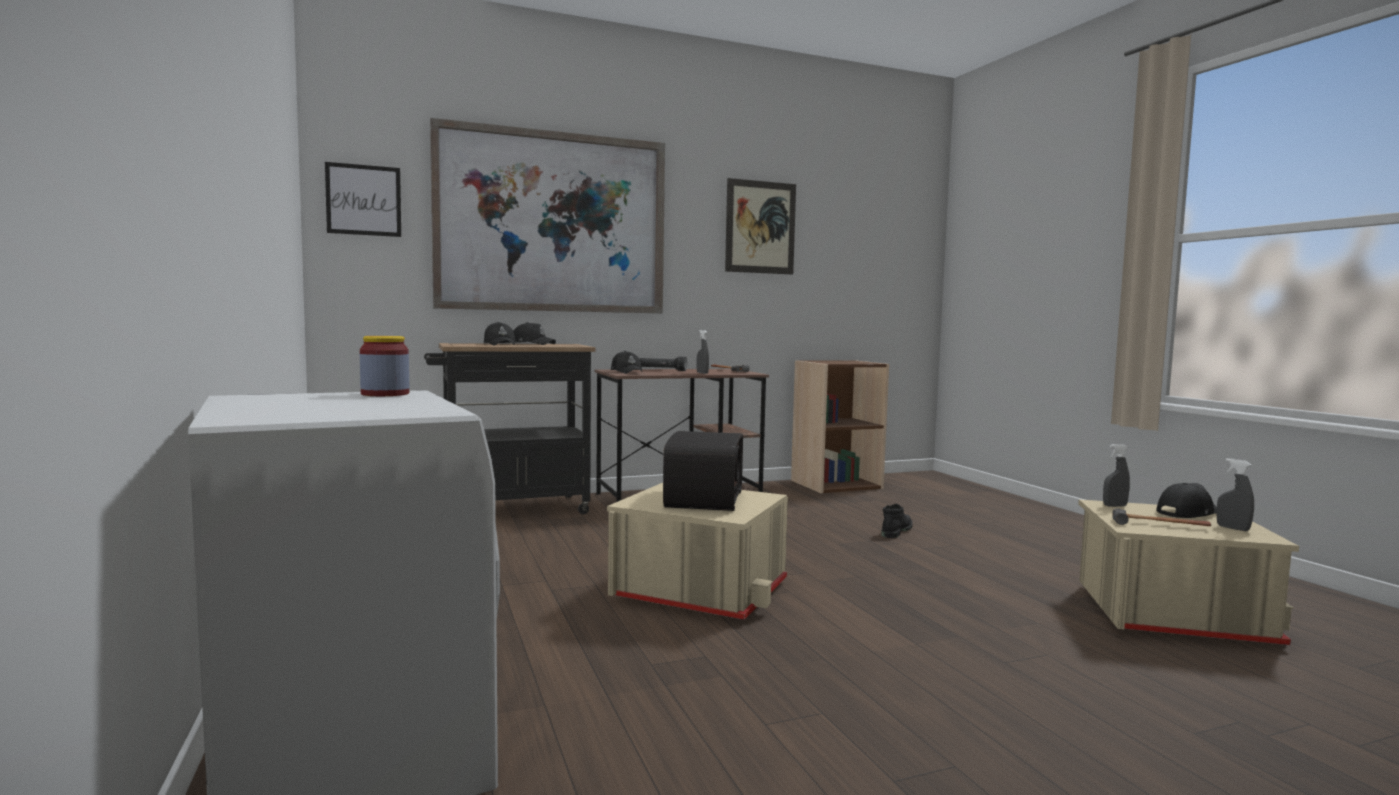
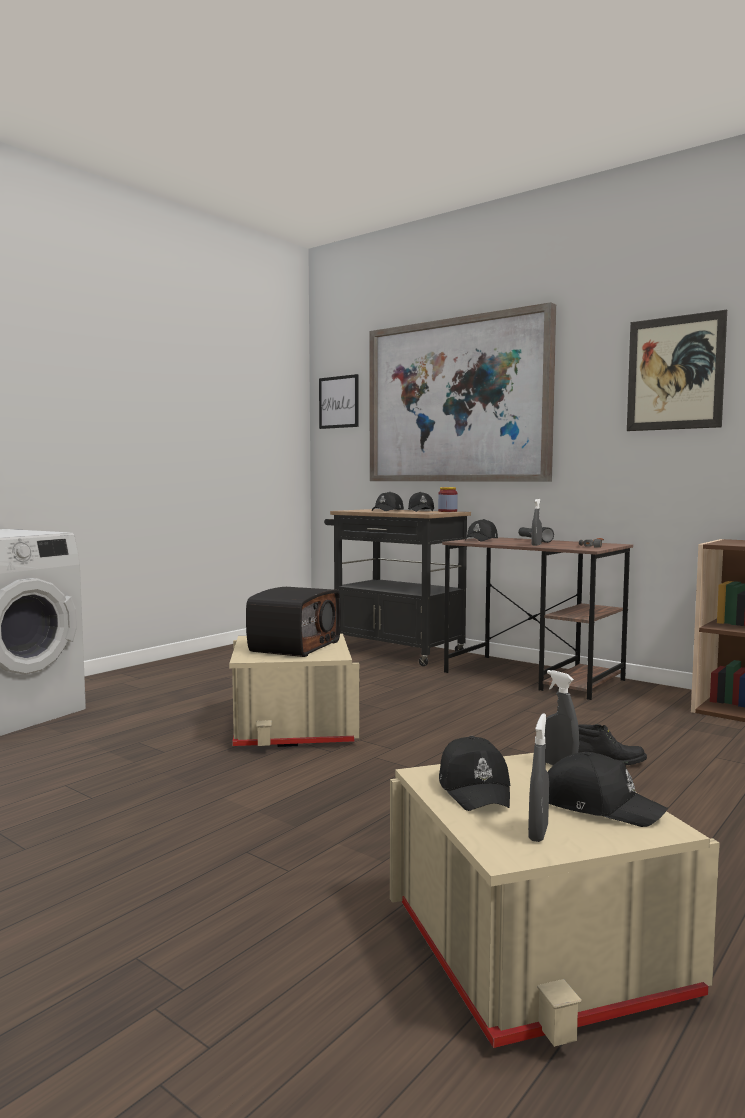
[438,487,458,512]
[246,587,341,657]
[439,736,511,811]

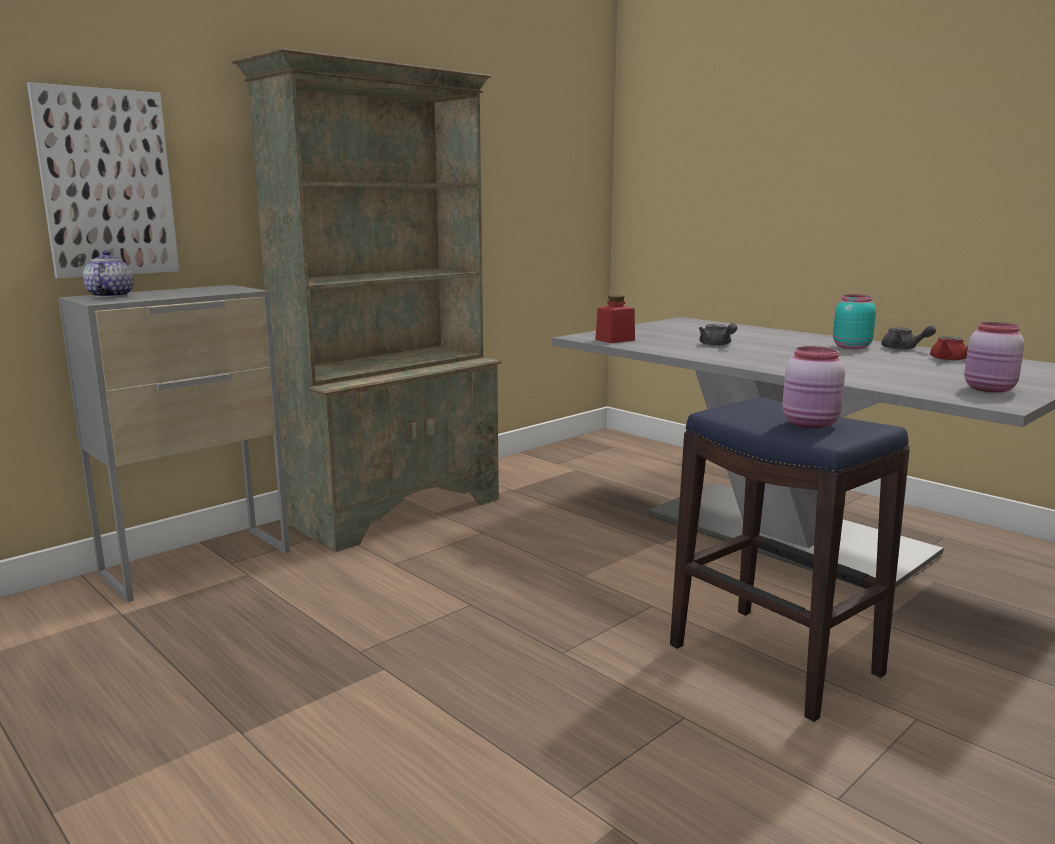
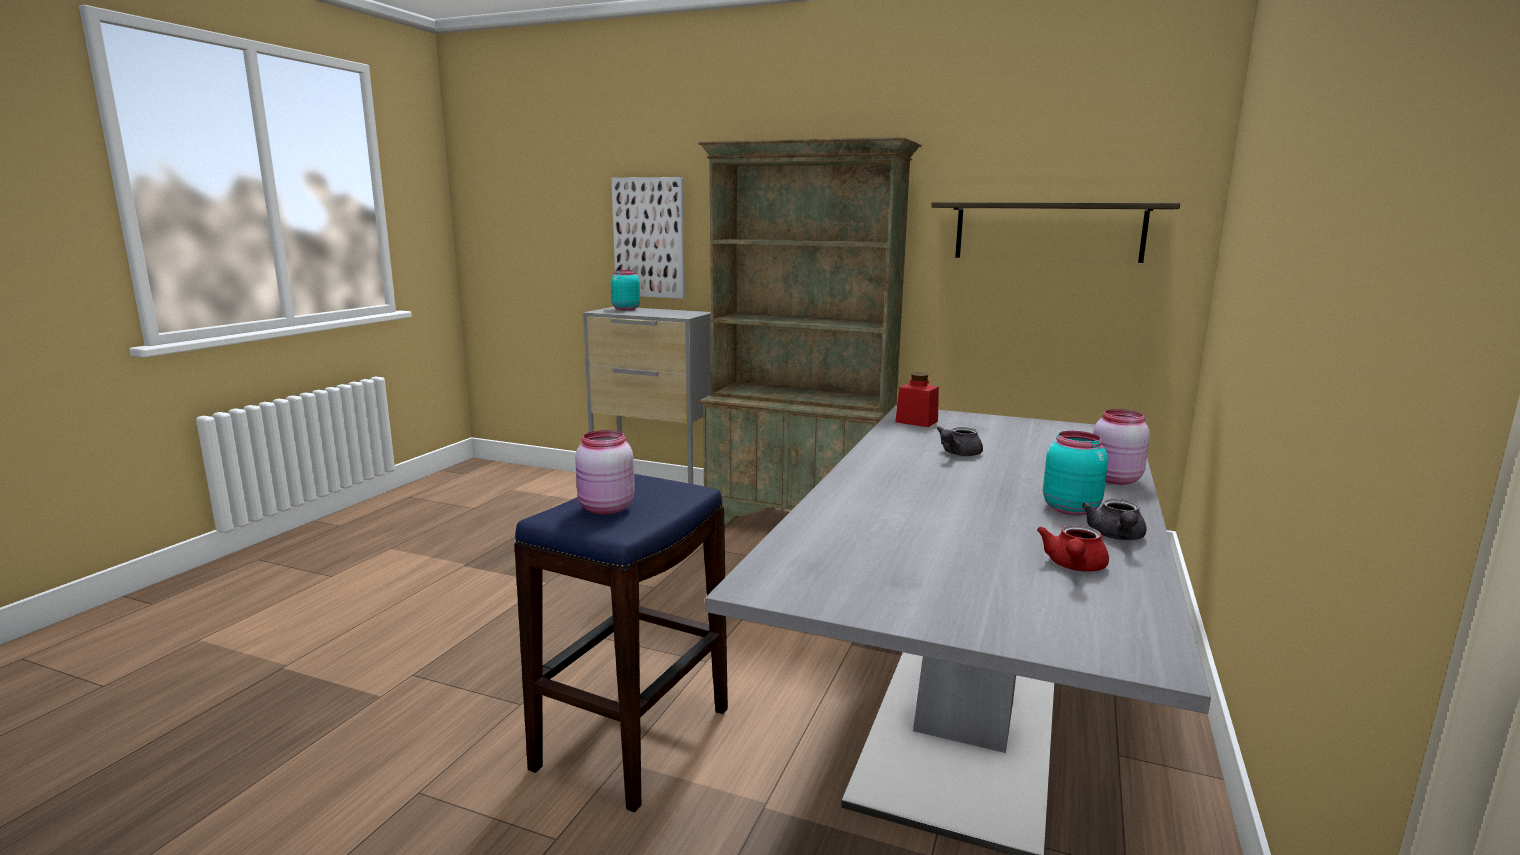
[611,270,640,310]
[1093,409,1150,485]
[931,202,1180,263]

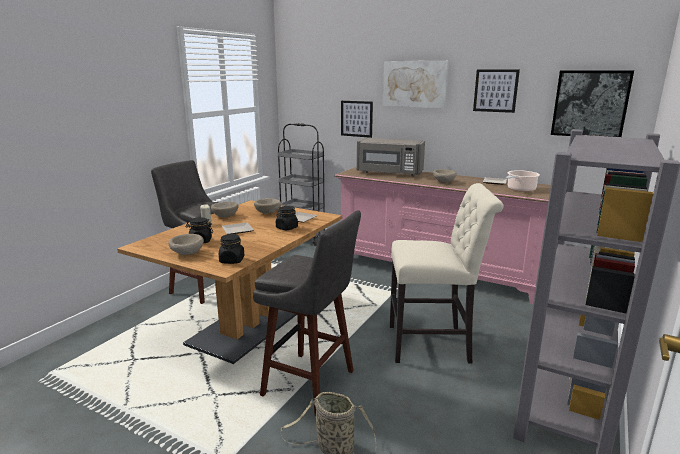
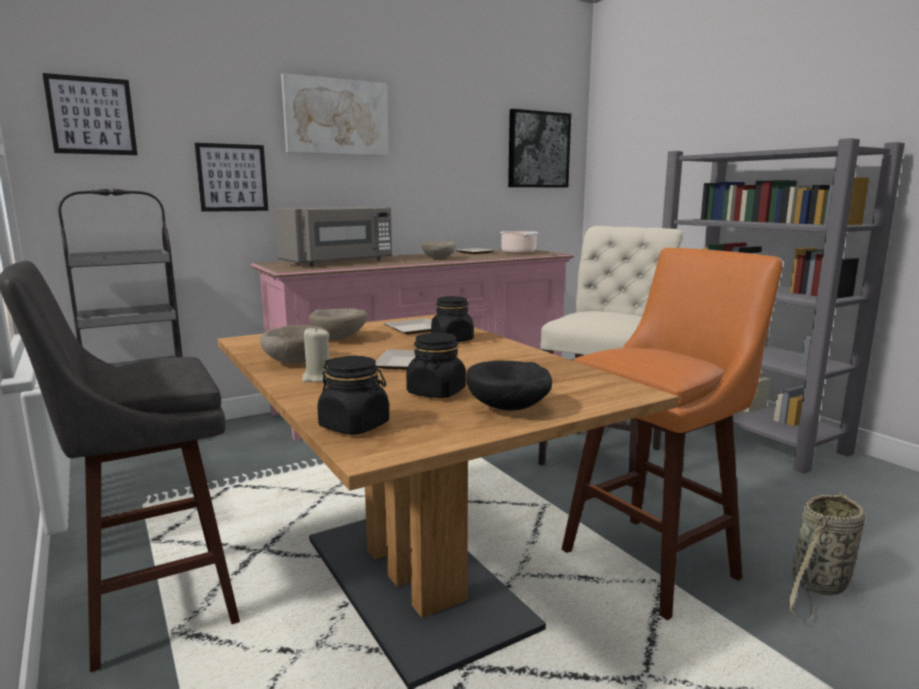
[42,73,137,155]
[562,248,783,620]
[466,361,552,410]
[317,356,389,435]

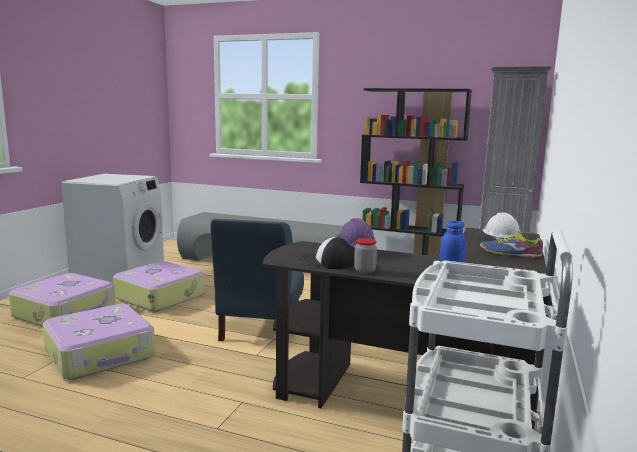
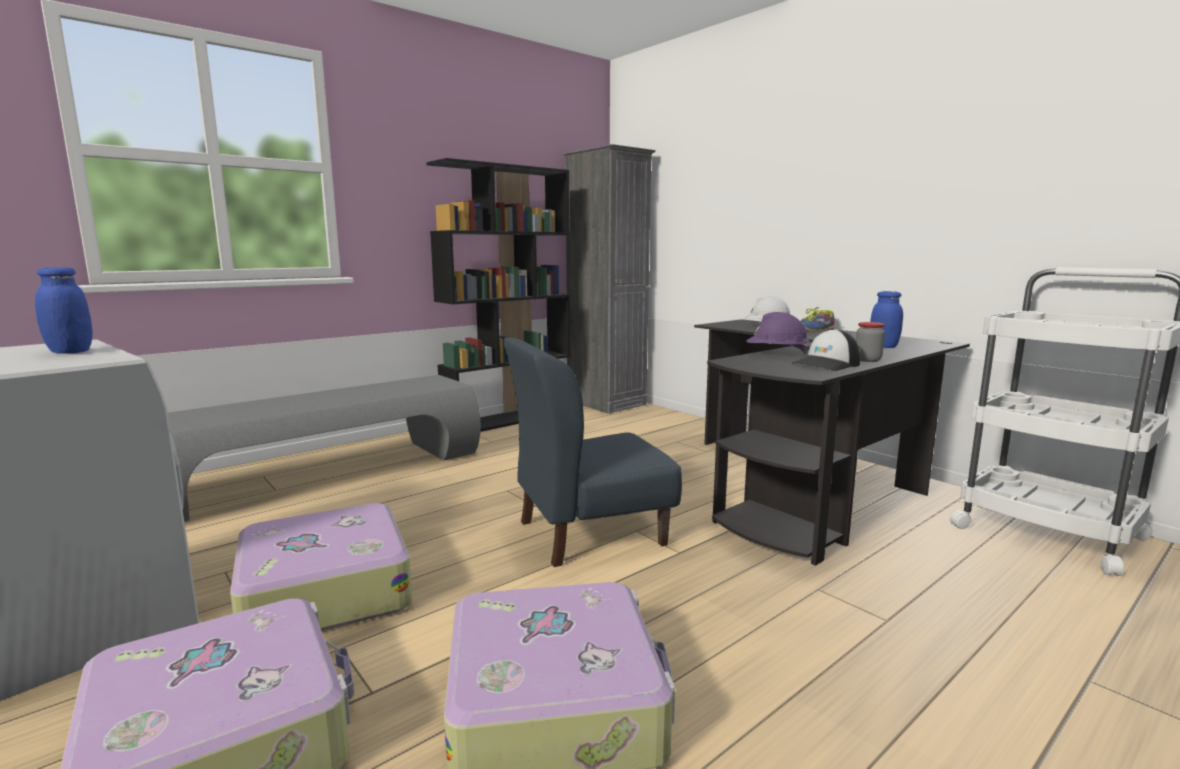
[503,337,682,567]
[35,267,93,354]

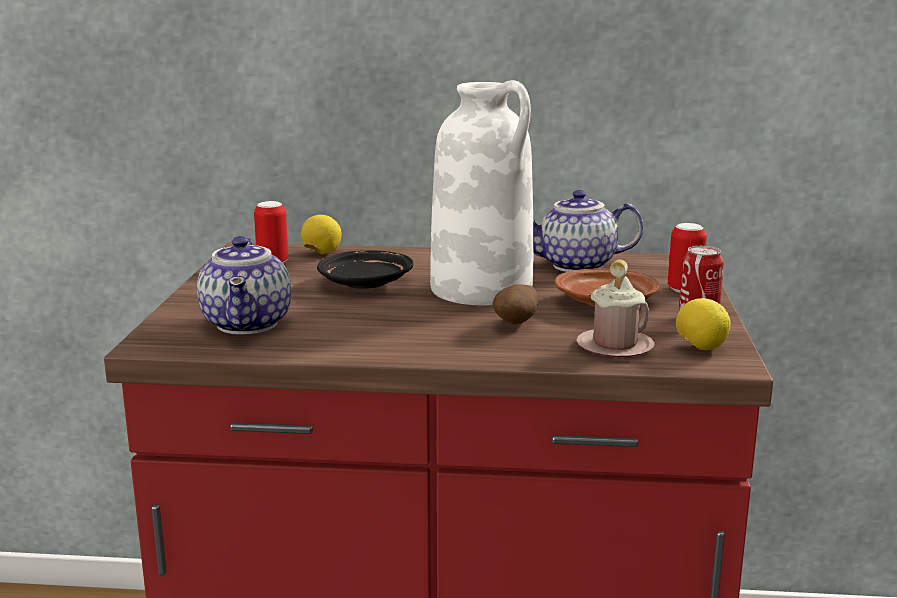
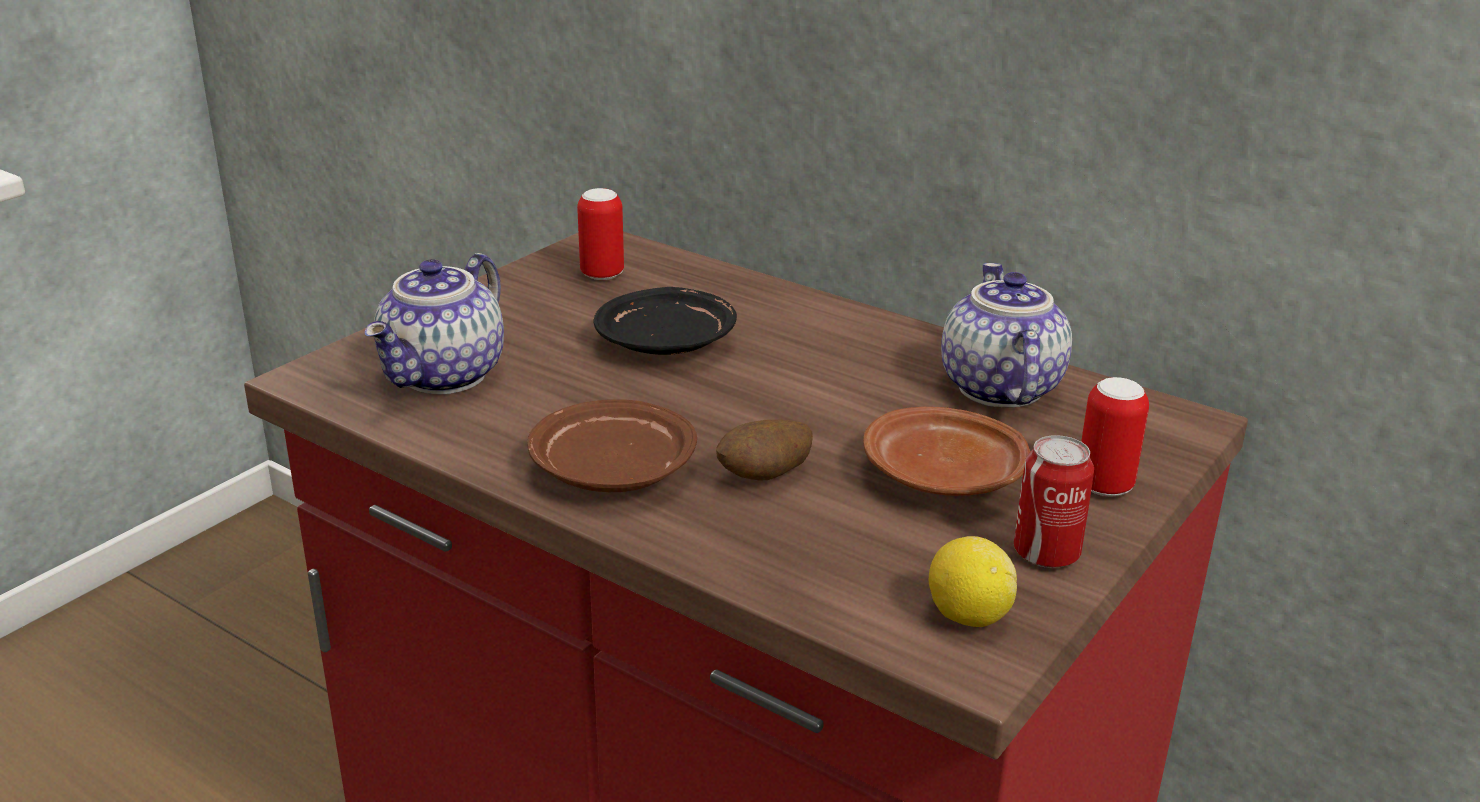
[430,80,533,305] (first image)
[941,263,1072,408]
[301,215,342,254] (first image)
[576,259,655,357] (first image)
[528,399,697,492]

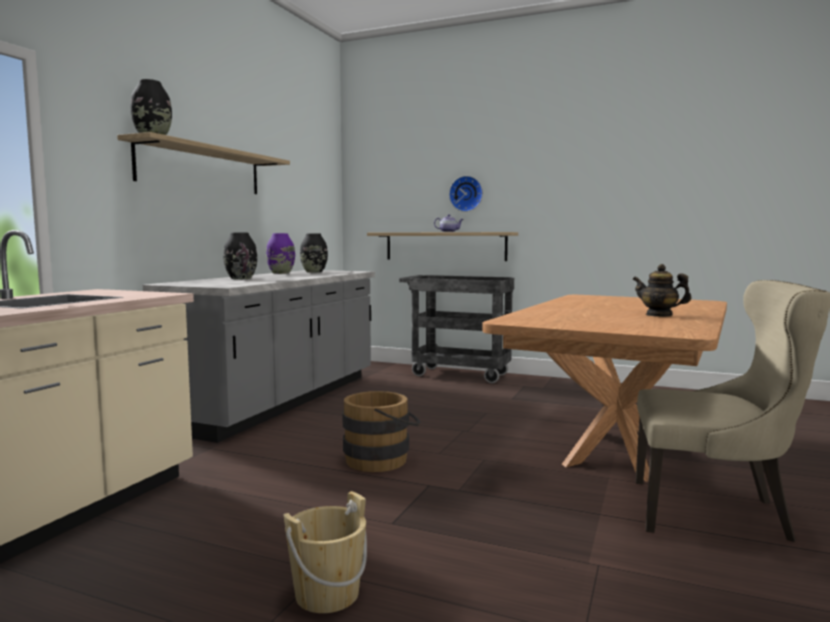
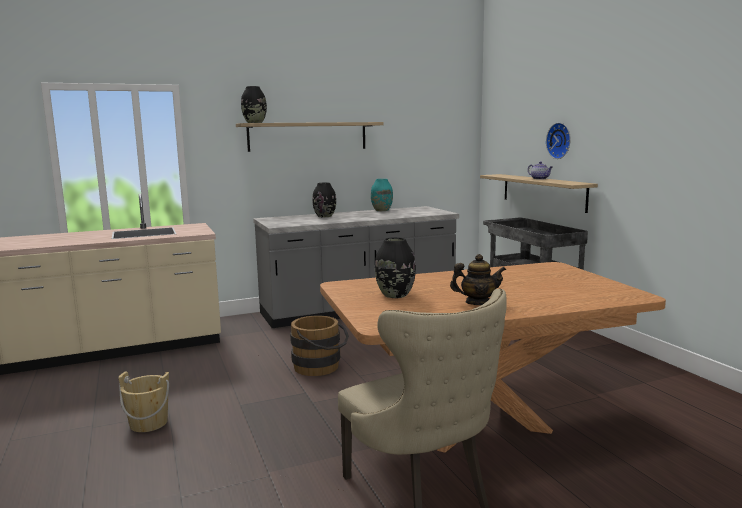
[371,179,393,211]
[375,237,416,298]
[450,254,506,305]

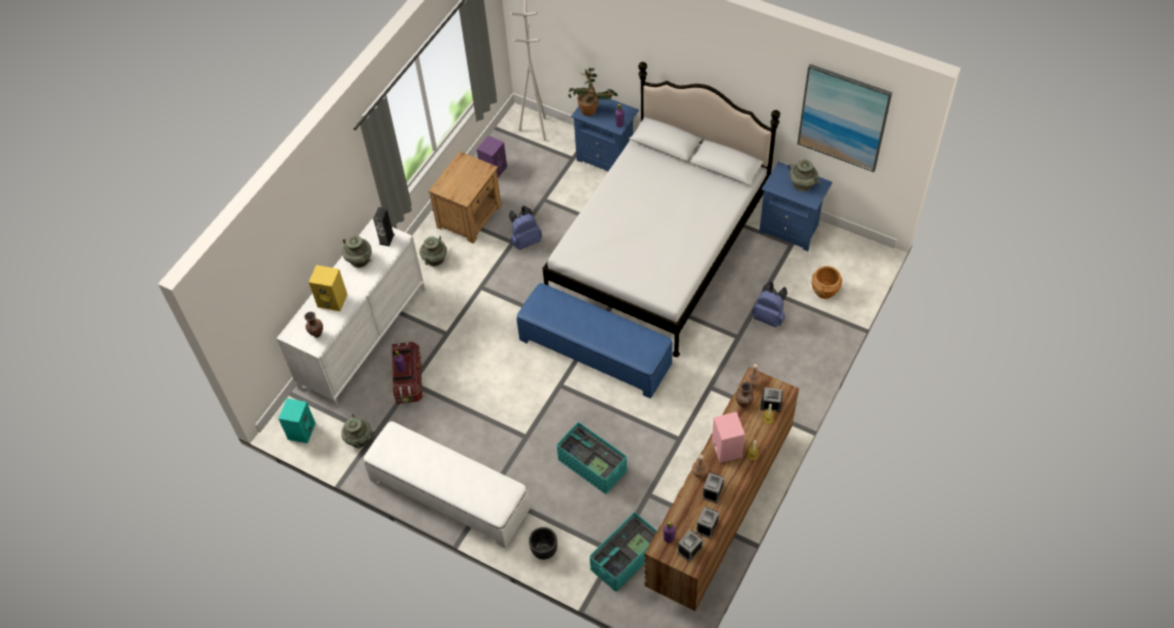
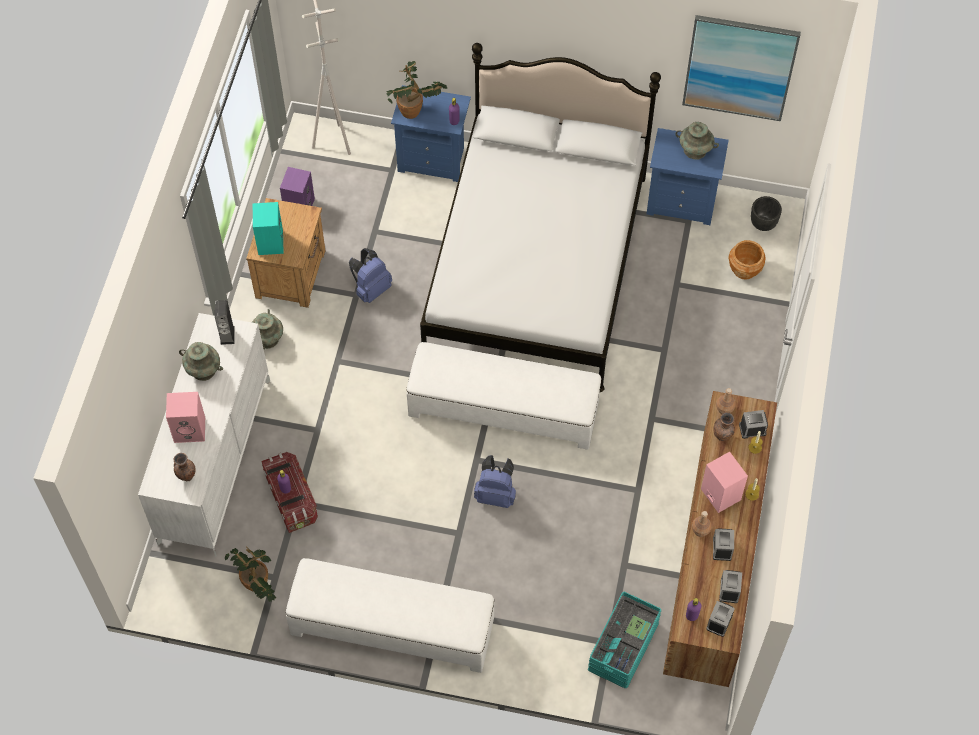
[166,392,205,443]
[474,455,516,508]
[407,342,601,450]
[253,202,284,255]
[225,546,276,602]
[557,422,627,494] (first image)
[751,196,782,231]

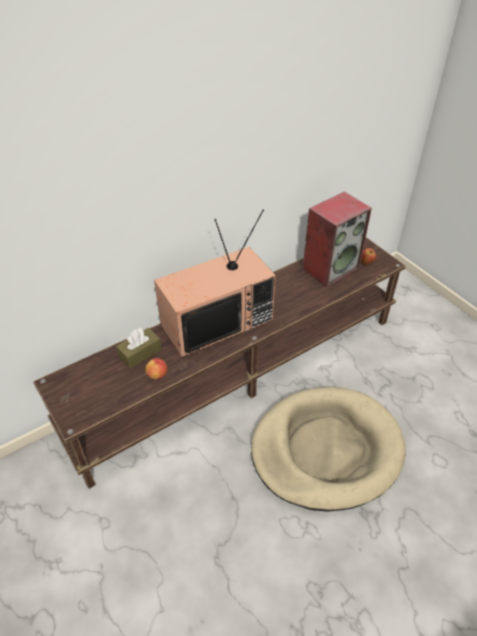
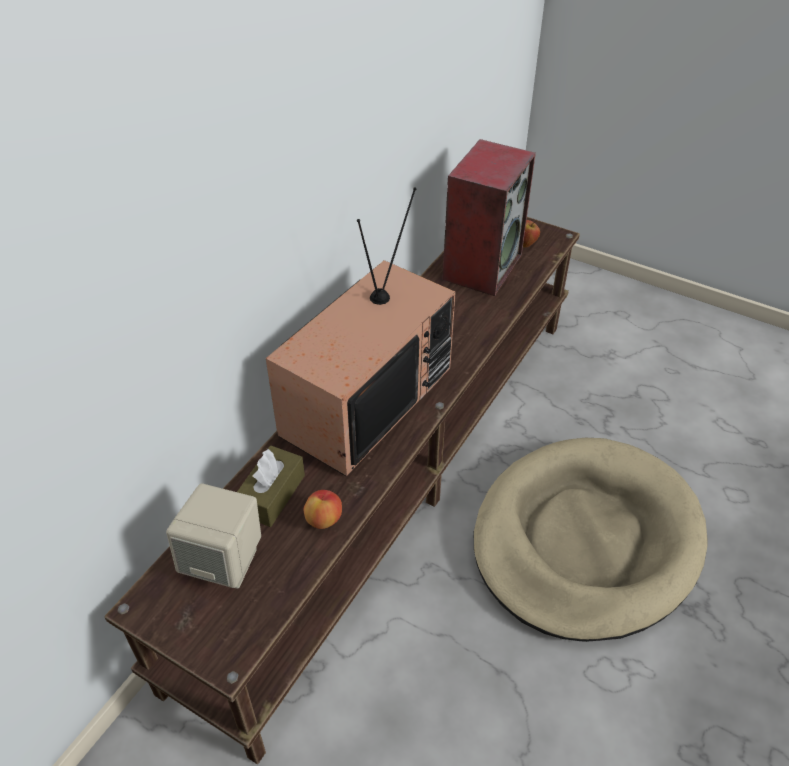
[166,483,261,589]

